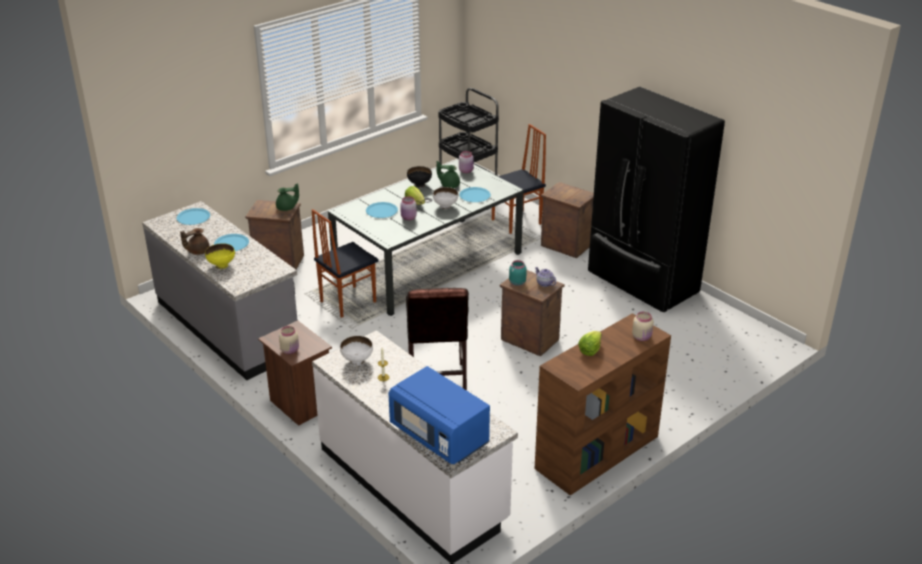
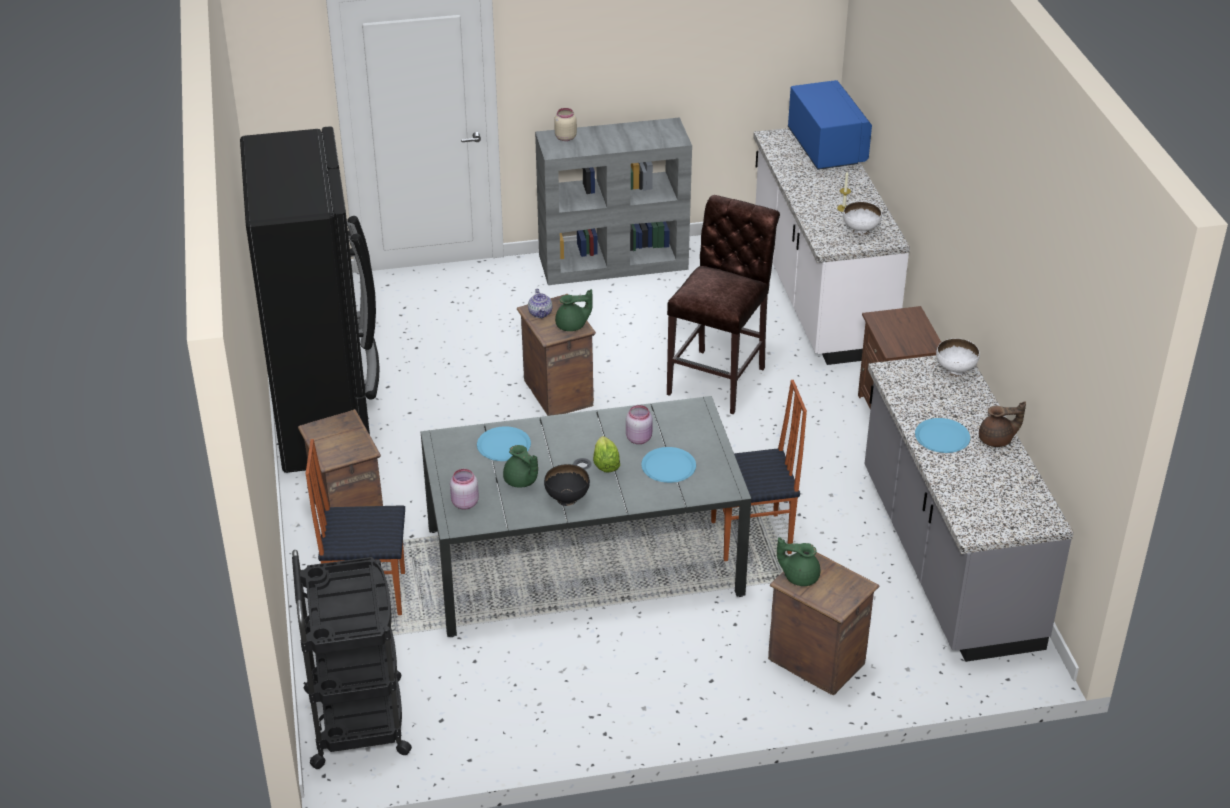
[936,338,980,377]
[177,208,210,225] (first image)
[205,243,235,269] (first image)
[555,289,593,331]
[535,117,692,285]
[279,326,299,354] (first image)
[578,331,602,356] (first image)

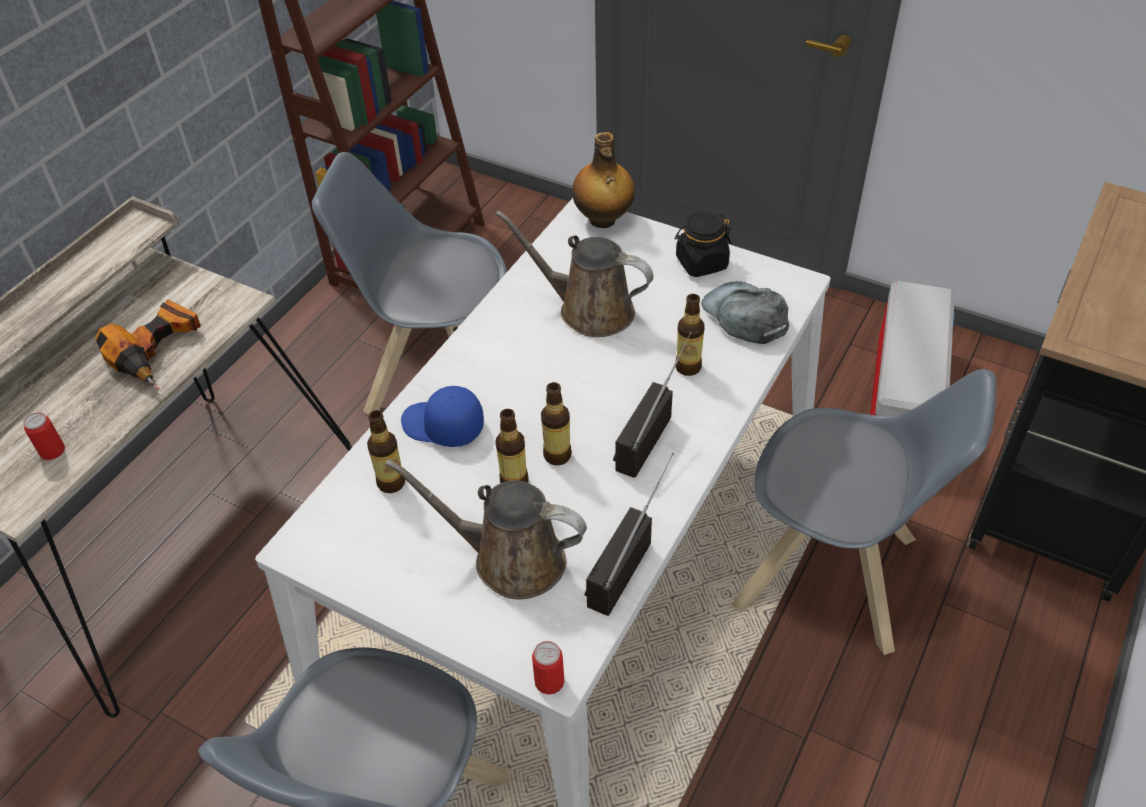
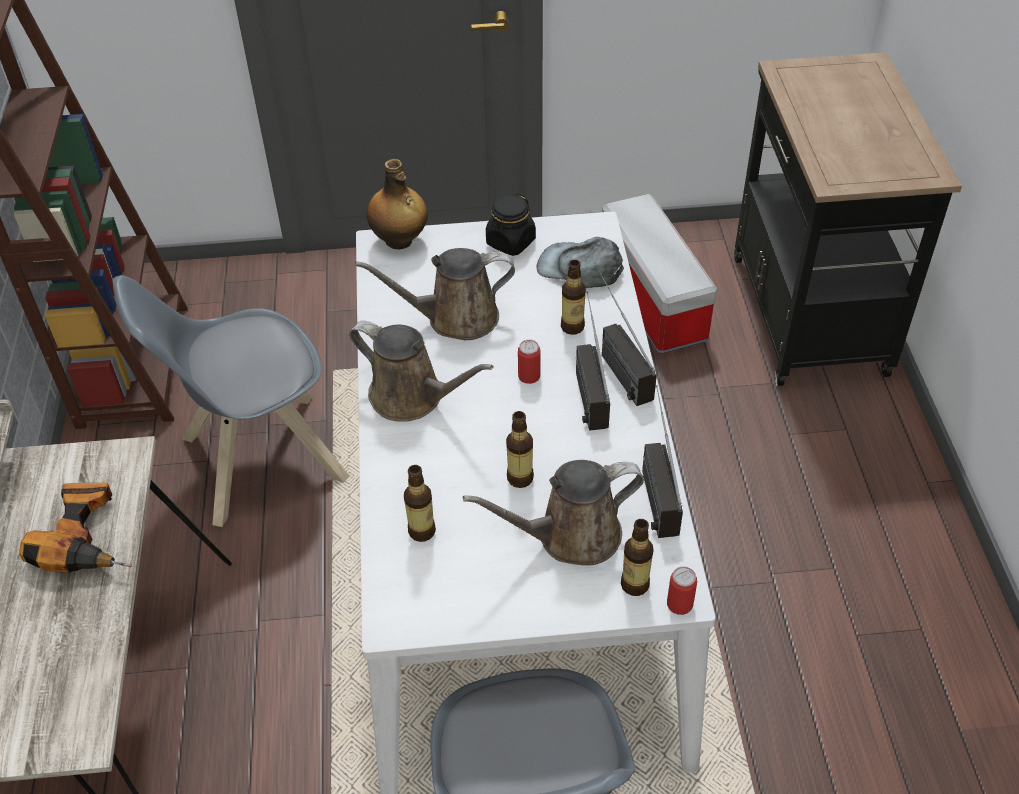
[732,369,996,655] (first image)
[621,519,653,596]
[401,386,484,447] (first image)
[518,340,540,384]
[600,273,657,406]
[349,321,493,422]

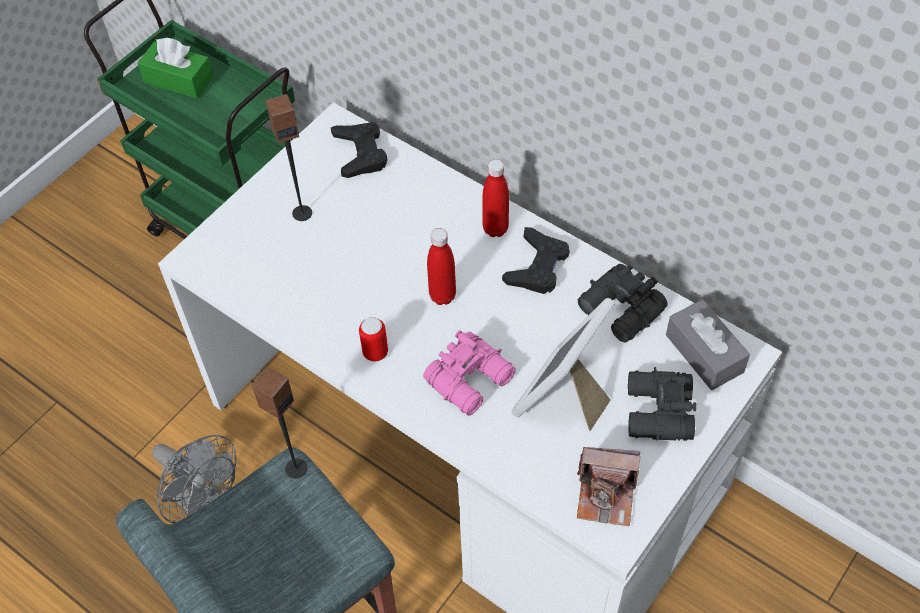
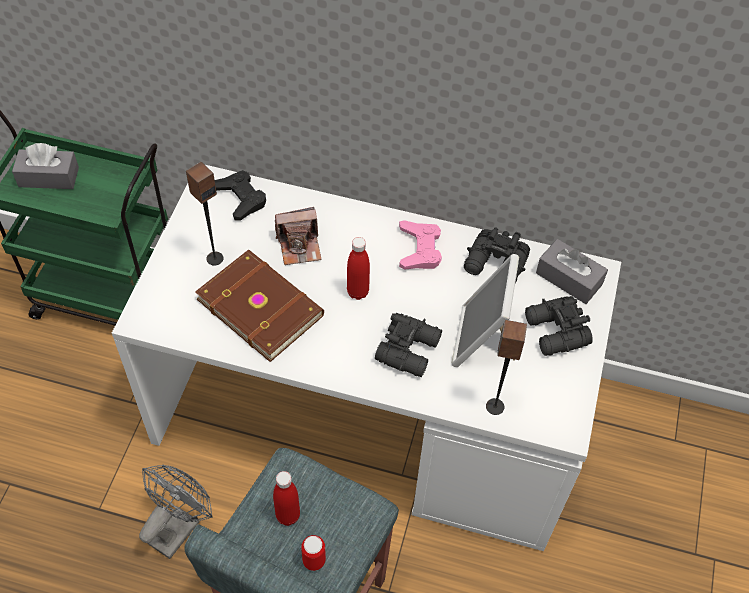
[12,143,79,189]
[273,471,300,526]
[399,220,442,270]
[301,535,326,571]
[375,313,442,377]
[486,320,527,415]
[139,464,213,559]
[275,207,322,265]
[195,250,324,362]

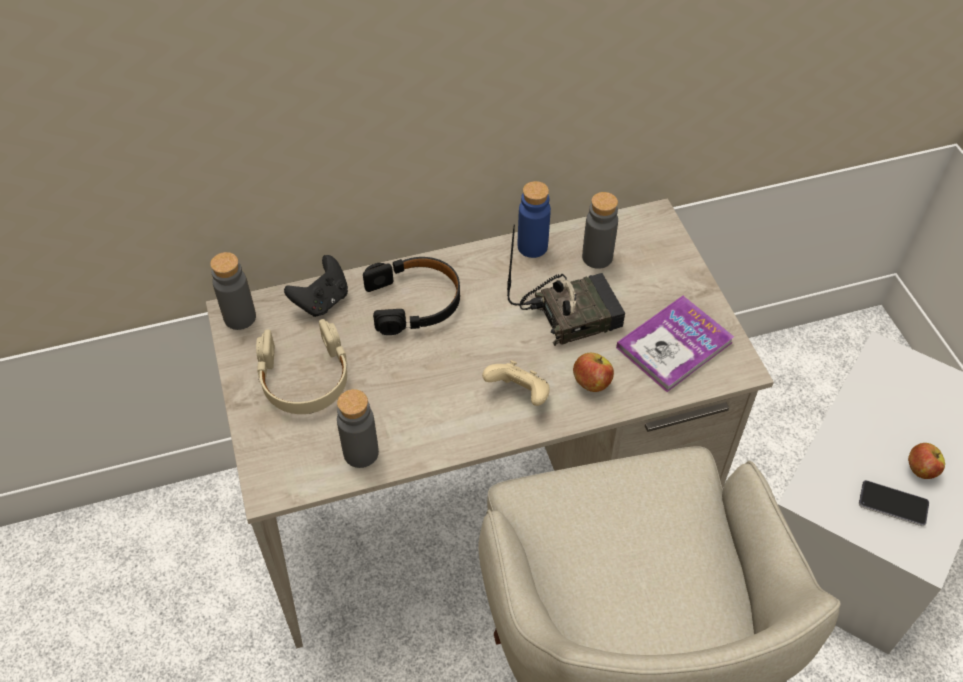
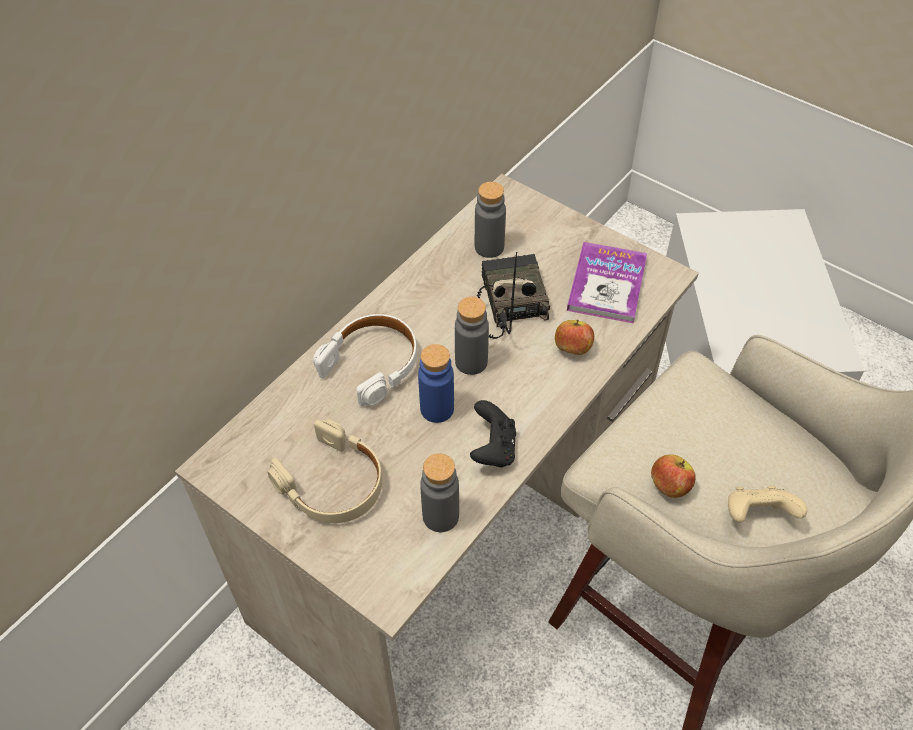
[418,344,454,423]
[477,252,550,339]
[455,297,489,375]
[470,400,516,467]
[313,314,417,406]
[728,486,807,523]
[651,454,696,498]
[859,480,929,526] (first image)

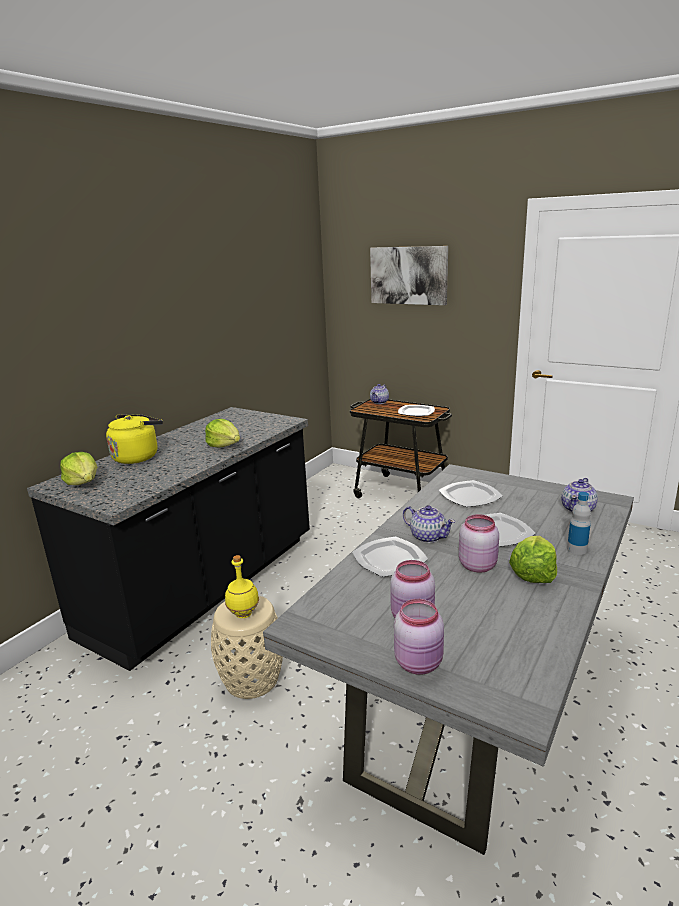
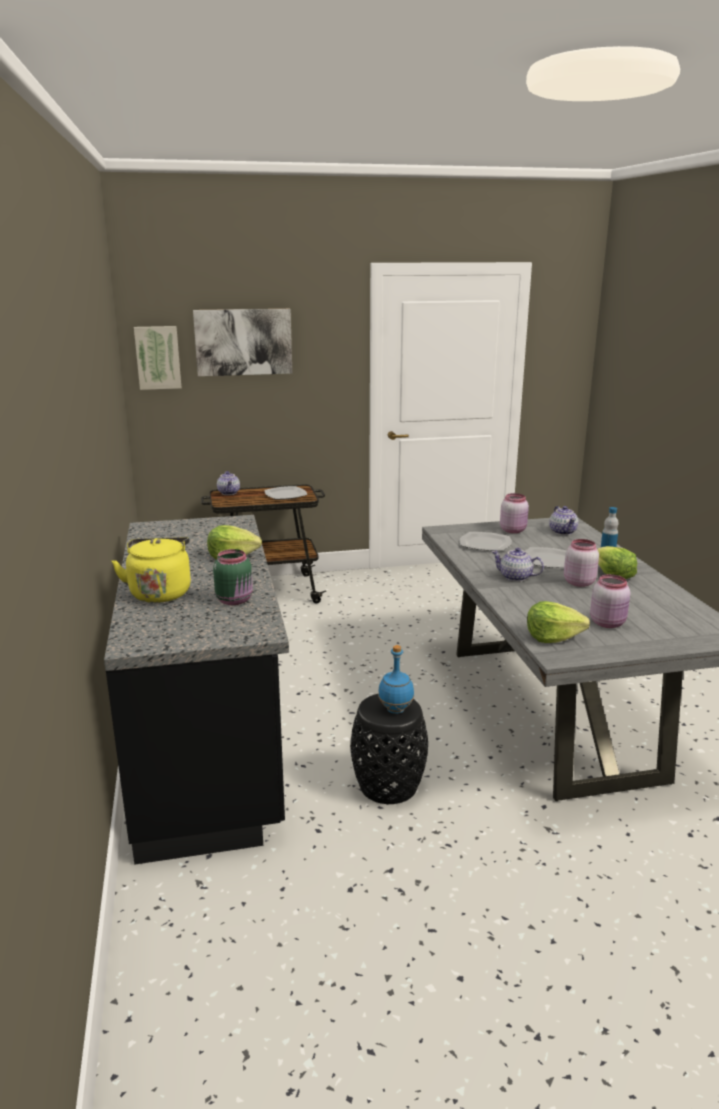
[527,601,590,643]
[491,548,544,582]
[352,536,428,577] (first image)
[378,645,414,714]
[350,694,428,804]
[500,493,529,533]
[134,326,182,390]
[213,549,253,605]

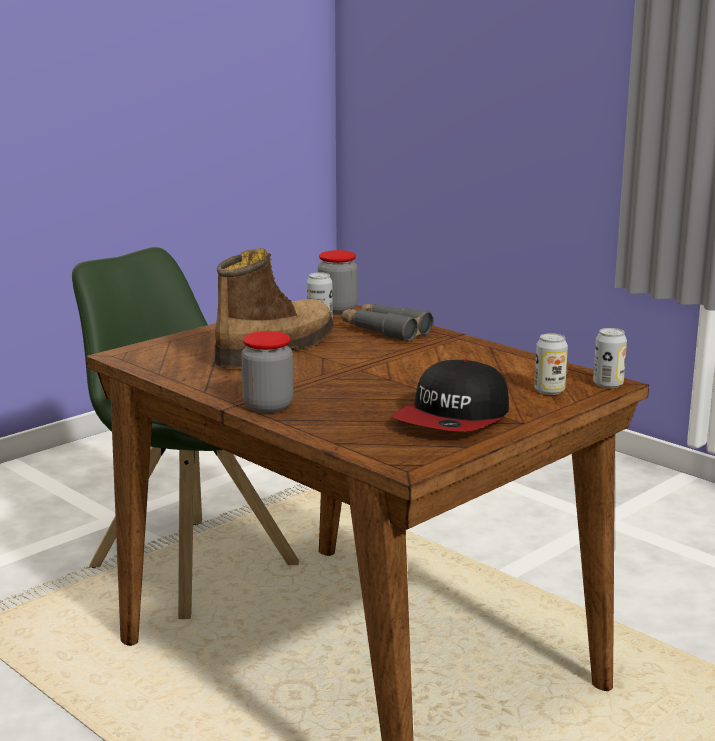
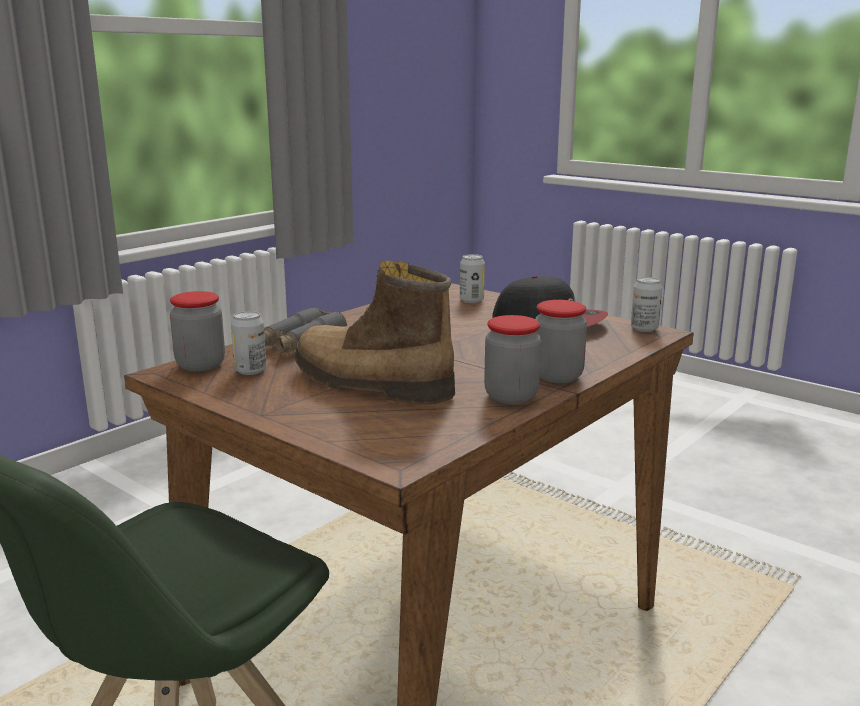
[631,277,662,332]
[484,315,541,404]

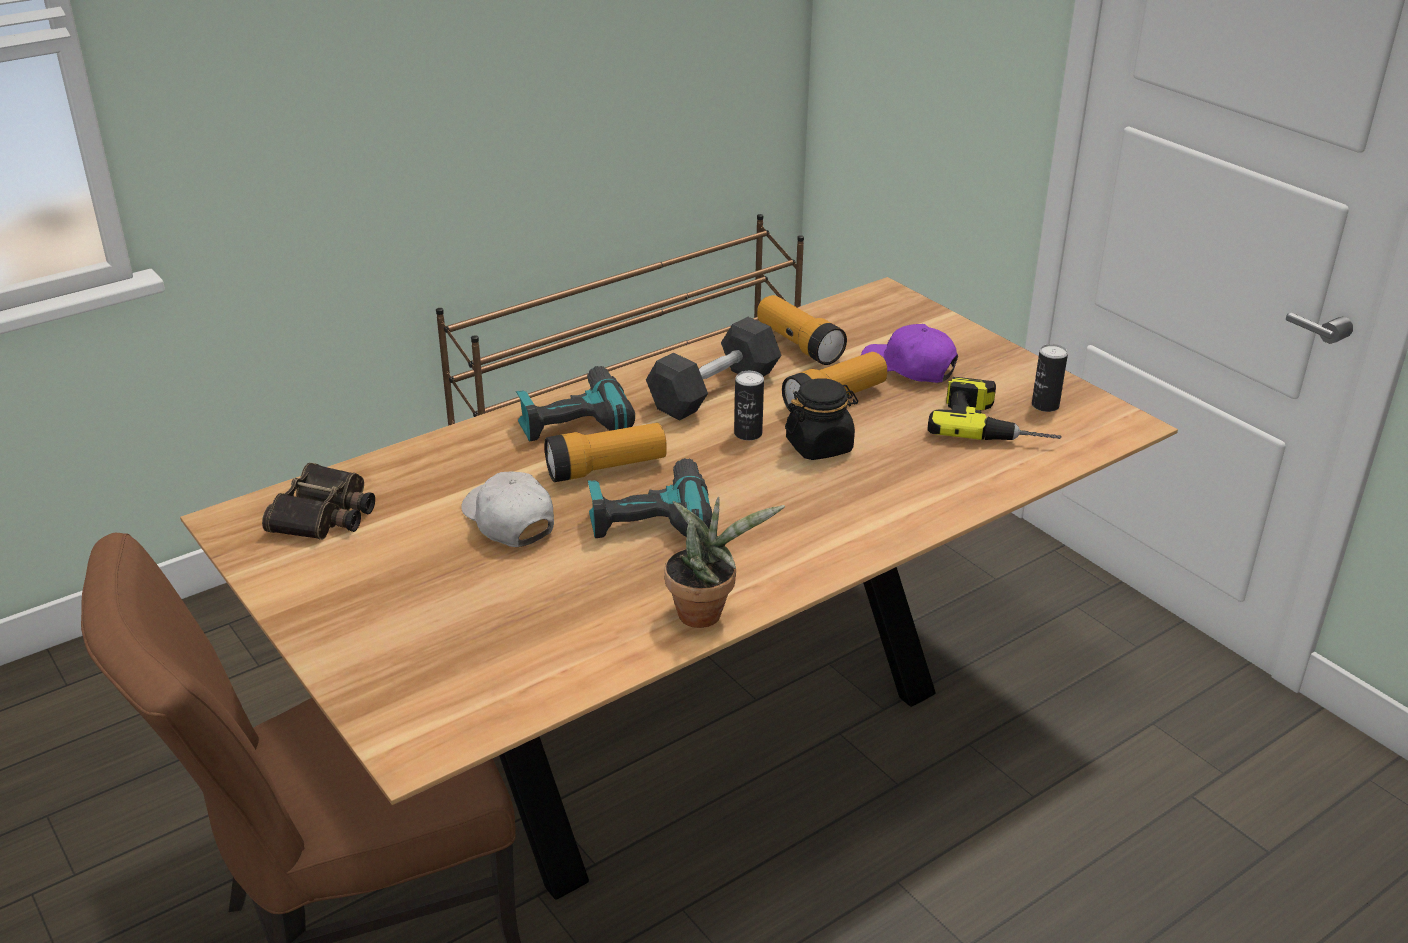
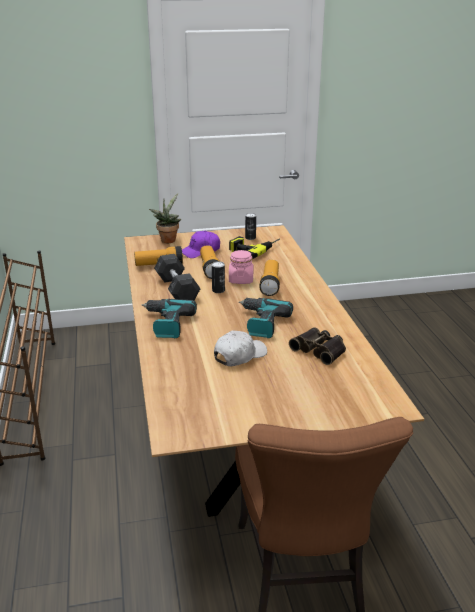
[229,250,253,284]
[259,260,280,296]
[289,327,346,365]
[214,331,267,366]
[149,193,181,243]

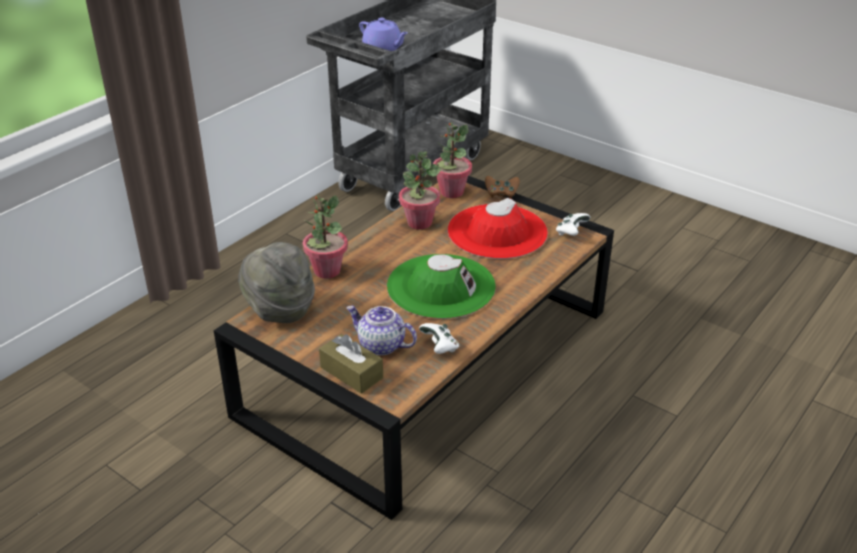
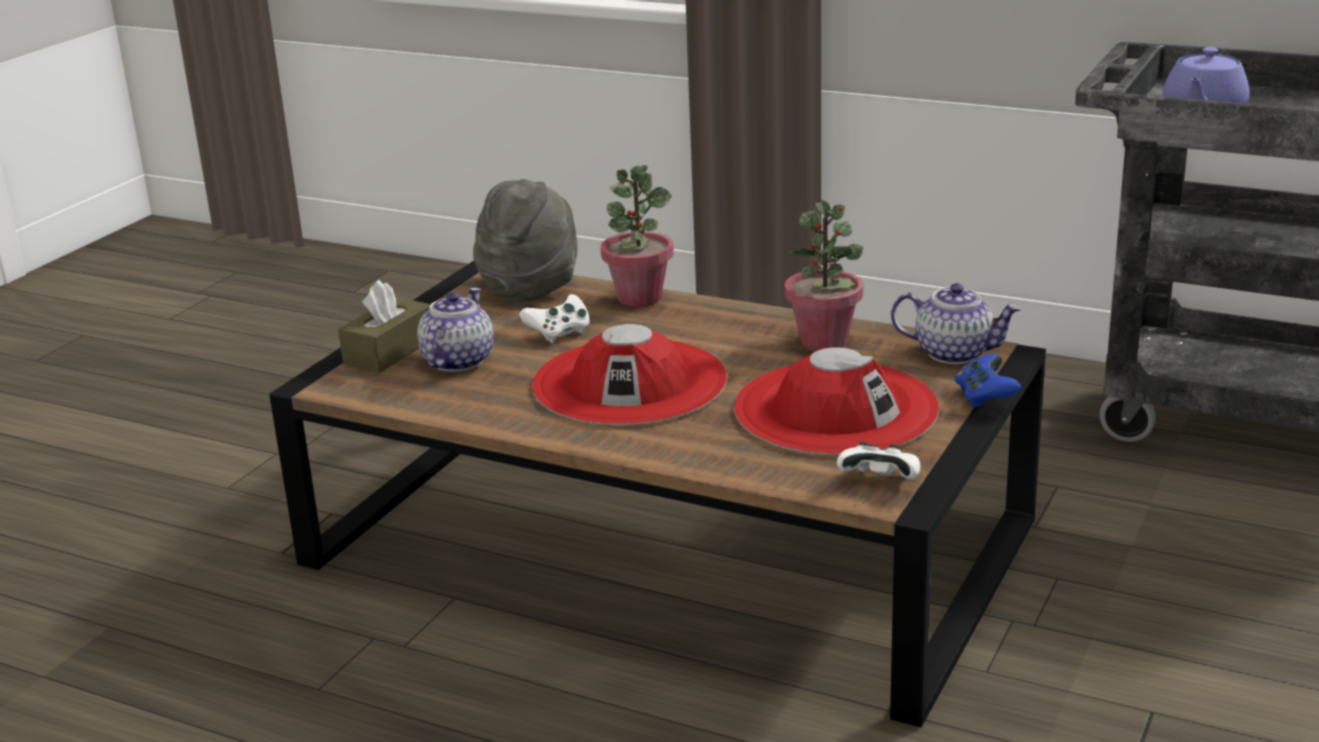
[891,283,1022,364]
[955,354,1021,408]
[532,324,727,425]
[519,294,590,343]

